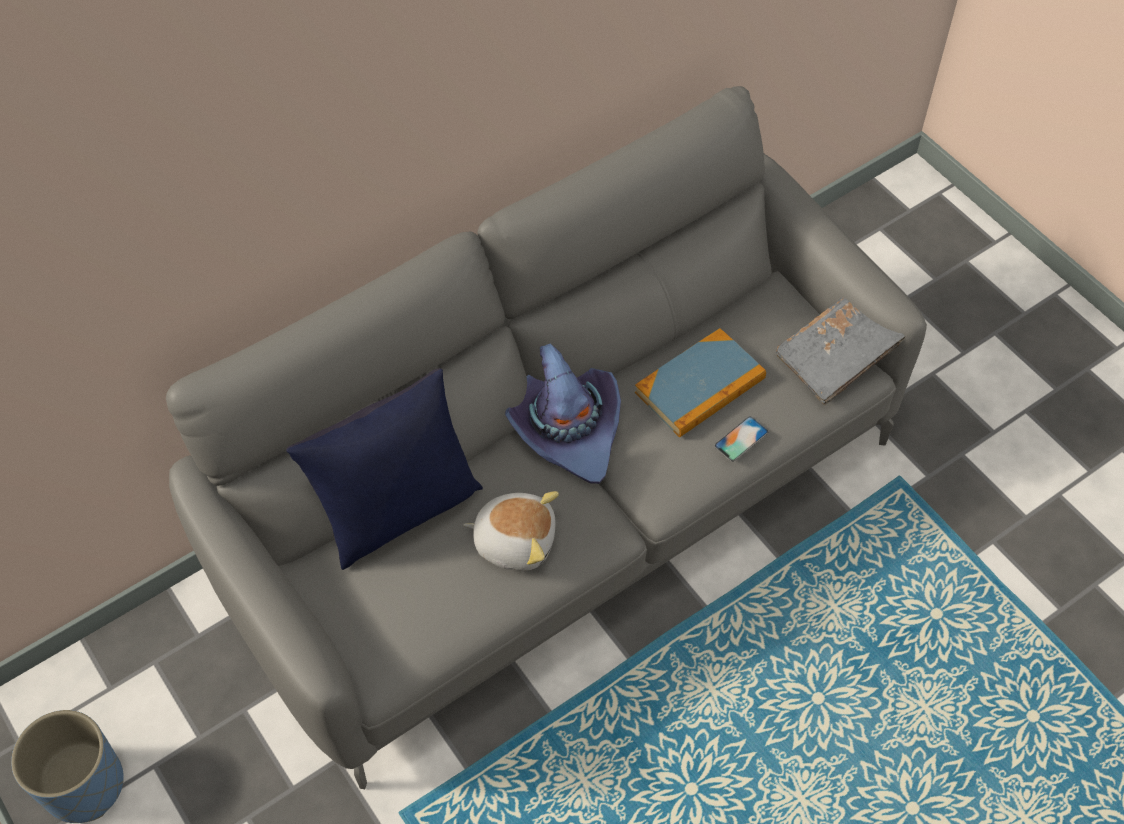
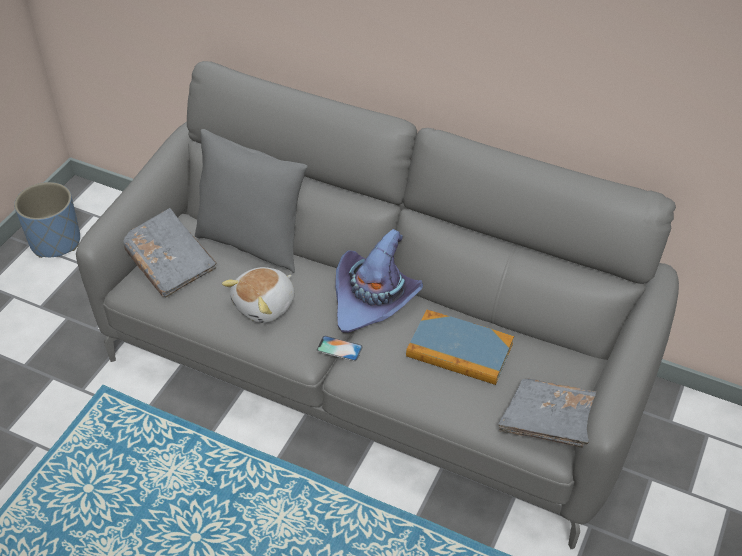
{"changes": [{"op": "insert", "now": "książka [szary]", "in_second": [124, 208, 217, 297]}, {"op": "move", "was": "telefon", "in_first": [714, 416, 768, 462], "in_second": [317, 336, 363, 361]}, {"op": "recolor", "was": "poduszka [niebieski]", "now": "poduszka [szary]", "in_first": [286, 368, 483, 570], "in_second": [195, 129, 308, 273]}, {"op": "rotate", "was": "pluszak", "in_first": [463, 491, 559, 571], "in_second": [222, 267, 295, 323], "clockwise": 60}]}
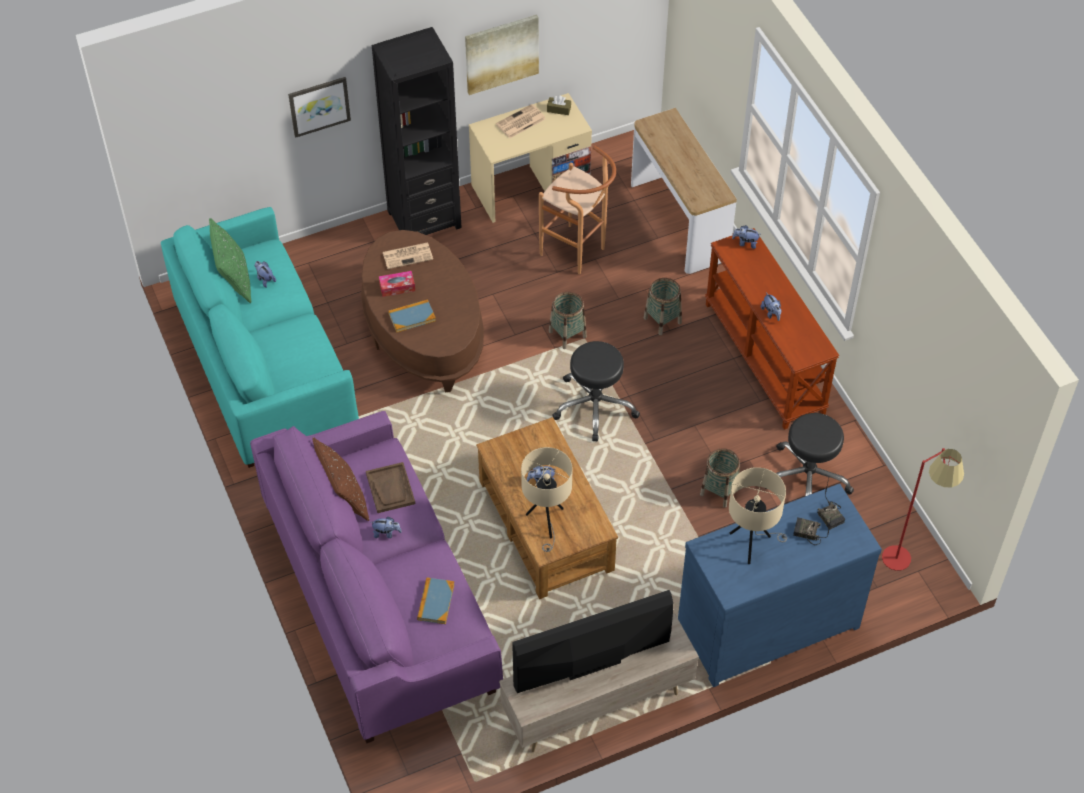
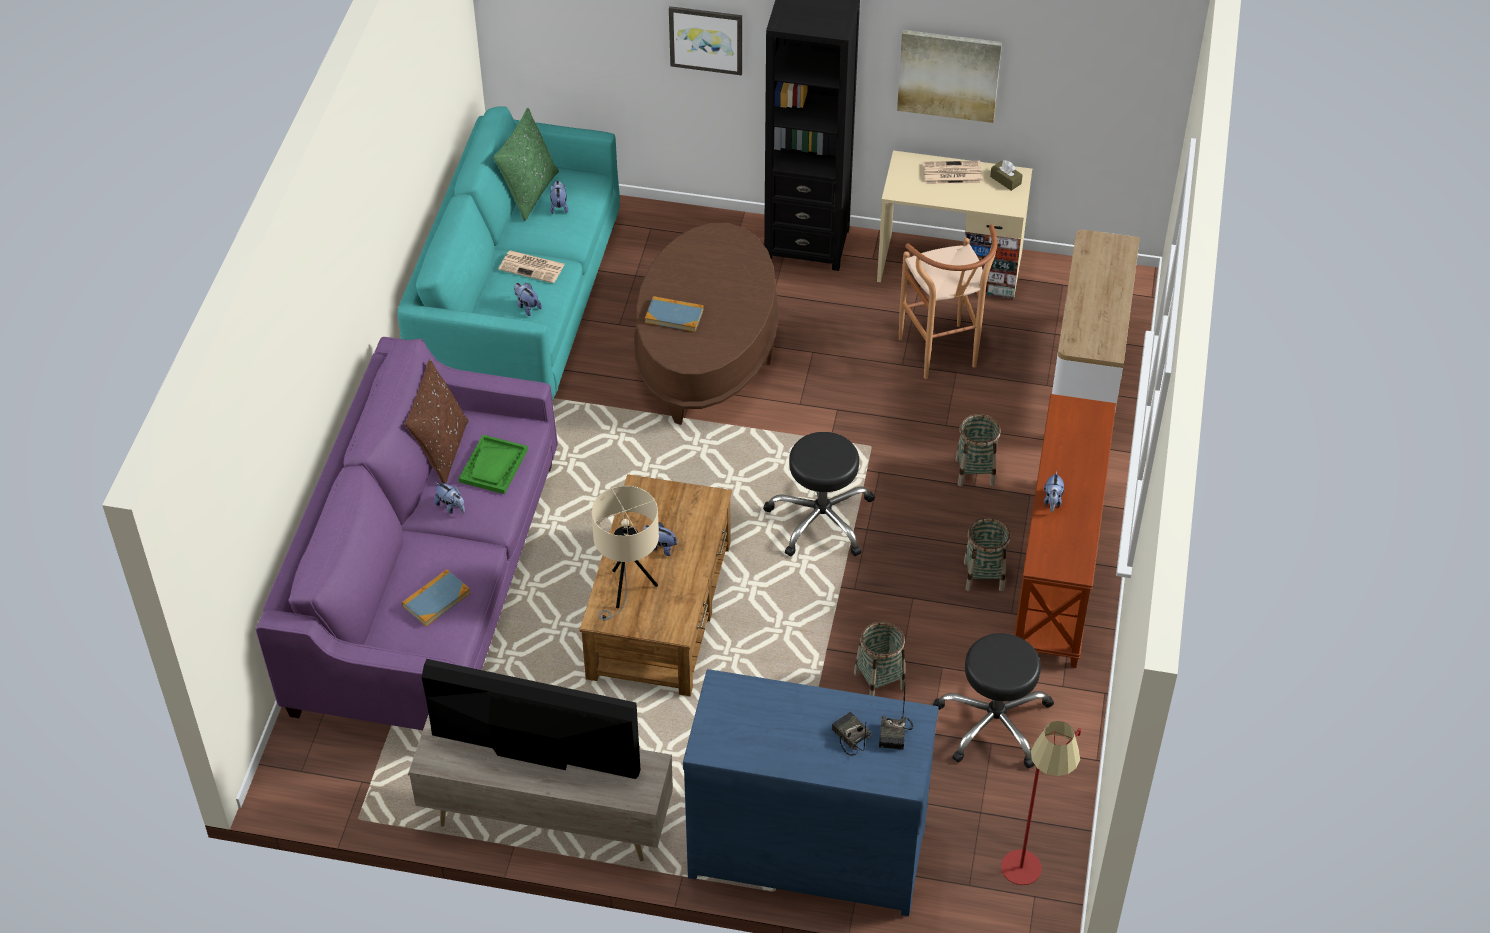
{"changes": [{"op": "delete", "was": "pudełko chusteczek", "in_first": [379, 271, 415, 297]}, {"op": "delete", "was": "lampa stołowa [beżowy]", "in_first": [729, 467, 787, 564]}, {"op": "move", "was": "gazeta", "in_first": [383, 242, 433, 269], "in_second": [498, 250, 565, 283]}, {"op": "move", "was": "koszyk", "in_first": [549, 292, 587, 349], "in_second": [964, 517, 1011, 592]}, {"op": "move", "was": "pluszak", "in_first": [732, 225, 760, 249], "in_second": [514, 283, 542, 316]}, {"op": "recolor", "was": "taca [brązowy]", "now": "taca [zielony]", "in_first": [366, 462, 415, 513], "in_second": [459, 435, 528, 494]}]}
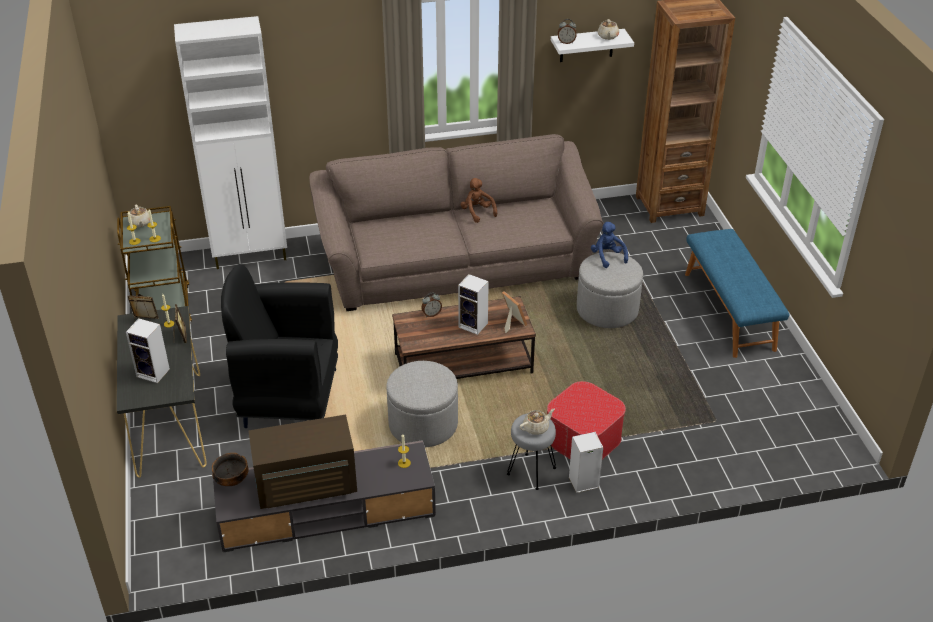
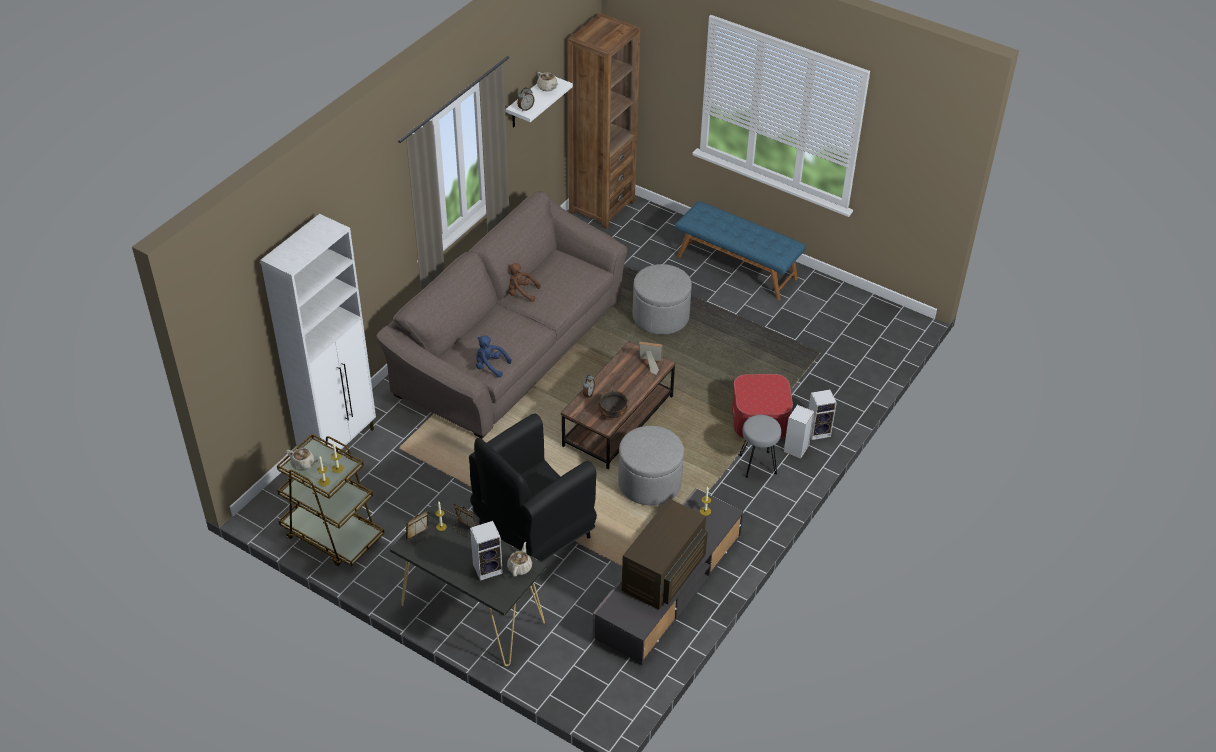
{"changes": [{"op": "move", "was": "miska", "in_first": [212, 453, 248, 486], "in_second": [599, 390, 628, 418]}, {"op": "move", "was": "głośnik", "in_first": [458, 274, 489, 335], "in_second": [808, 390, 837, 440]}, {"op": "move", "was": "imbryk [beżowy]", "in_first": [519, 408, 555, 435], "in_second": [507, 542, 532, 577]}, {"op": "move", "was": "pluszak [niebieski]", "in_first": [591, 222, 628, 268], "in_second": [476, 336, 512, 378]}]}
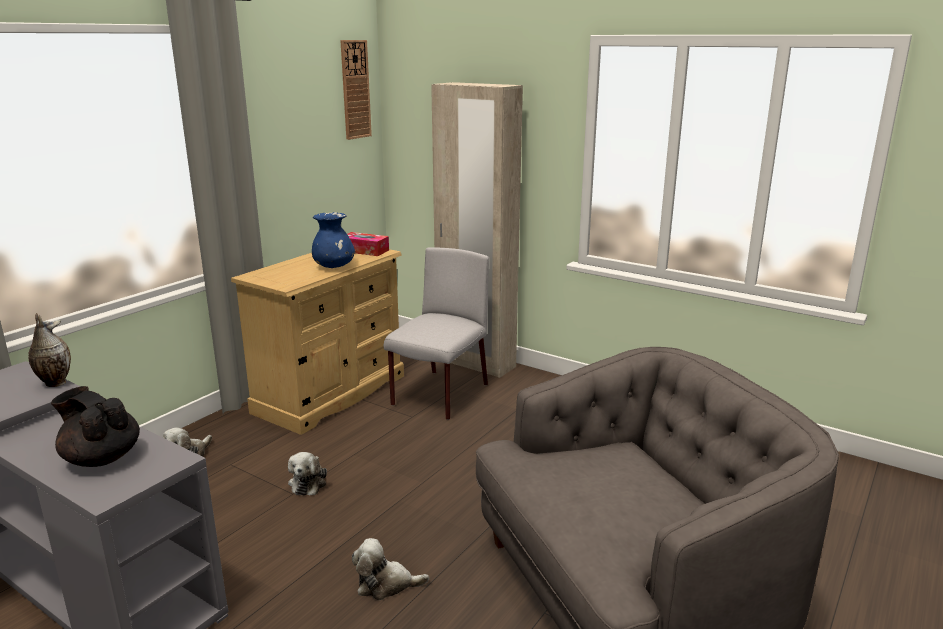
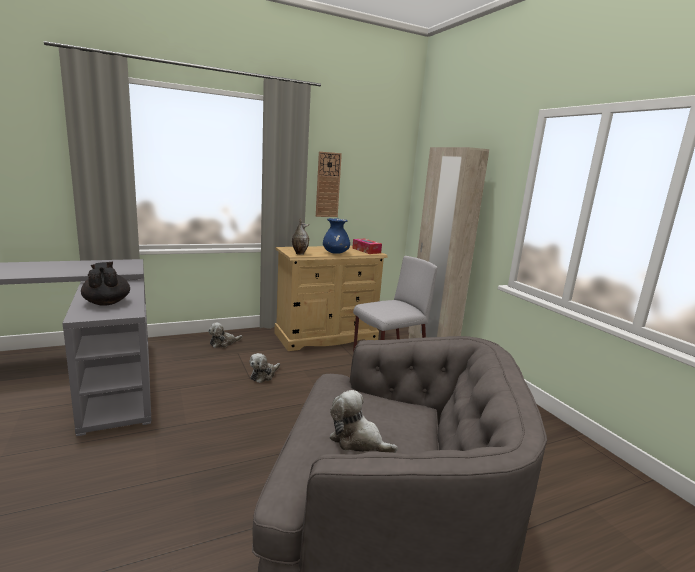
{"changes": [{"op": "move", "was": "wazon", "in_first": [28, 313, 71, 387], "in_second": [292, 219, 309, 255]}, {"op": "move", "was": "zegar ścienny", "in_first": [340, 40, 372, 140], "in_second": [316, 151, 342, 217]}, {"op": "move", "was": "pluszak", "in_first": [352, 538, 429, 600], "in_second": [330, 390, 398, 453]}]}
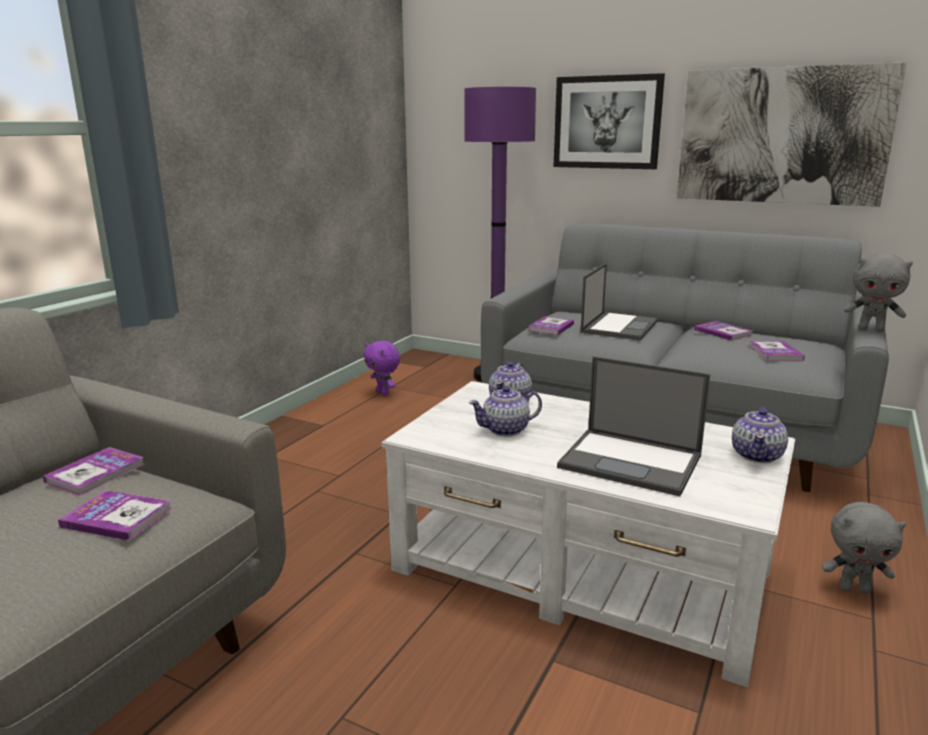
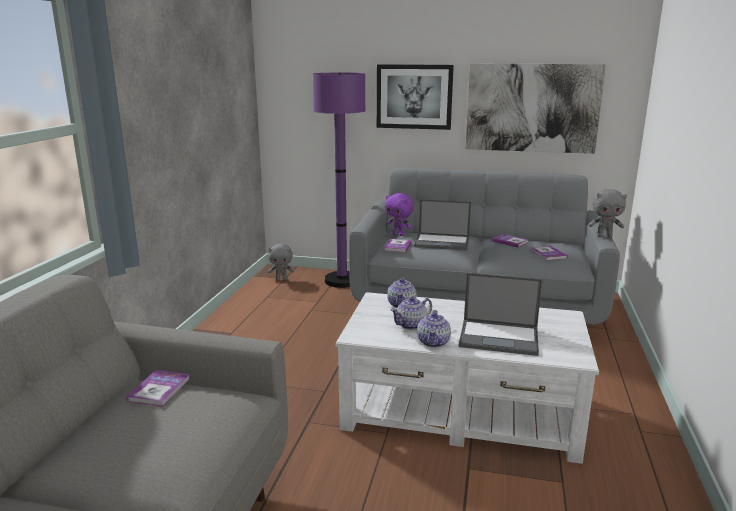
{"changes": [{"op": "delete", "was": "książka", "in_first": [58, 490, 172, 541]}, {"op": "move", "was": "pluszak [fioletowy]", "in_first": [364, 341, 400, 395], "in_second": [385, 193, 414, 236]}, {"op": "move", "was": "imbryk", "in_first": [732, 407, 788, 463], "in_second": [417, 310, 451, 348]}, {"op": "move", "was": "pluszak [szary]", "in_first": [822, 502, 906, 594], "in_second": [268, 243, 294, 280]}, {"op": "rotate", "was": "laptop", "in_first": [581, 263, 658, 340], "in_second": [414, 199, 471, 250], "clockwise": 90}]}
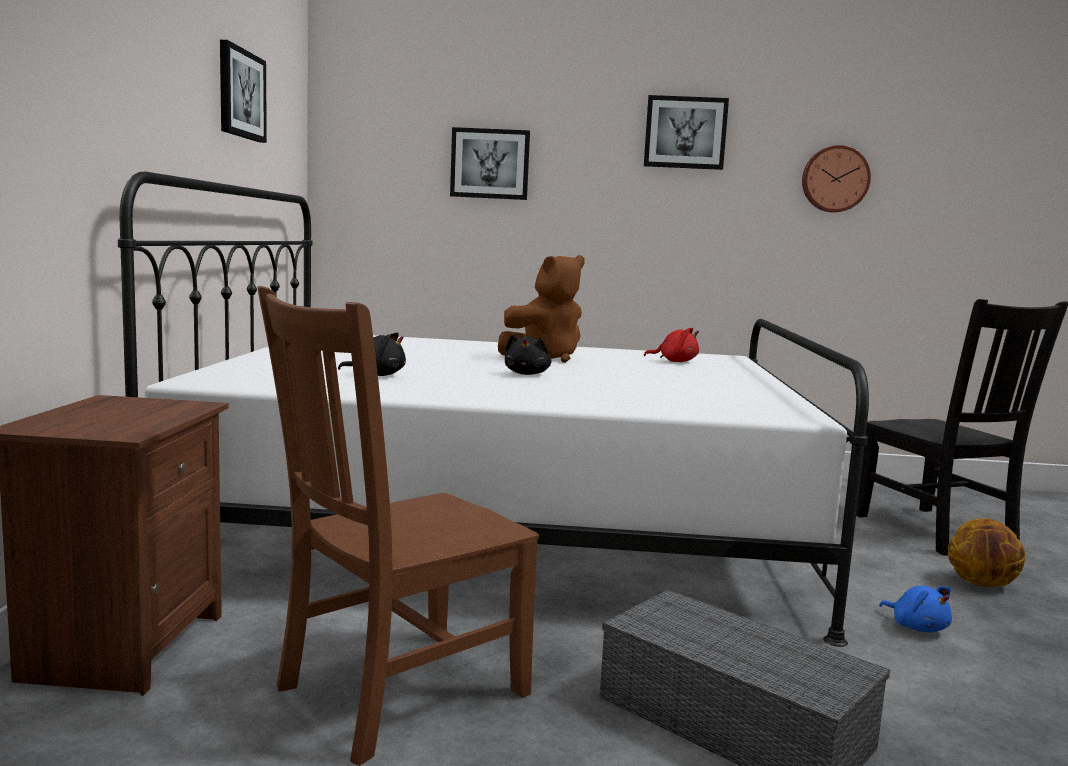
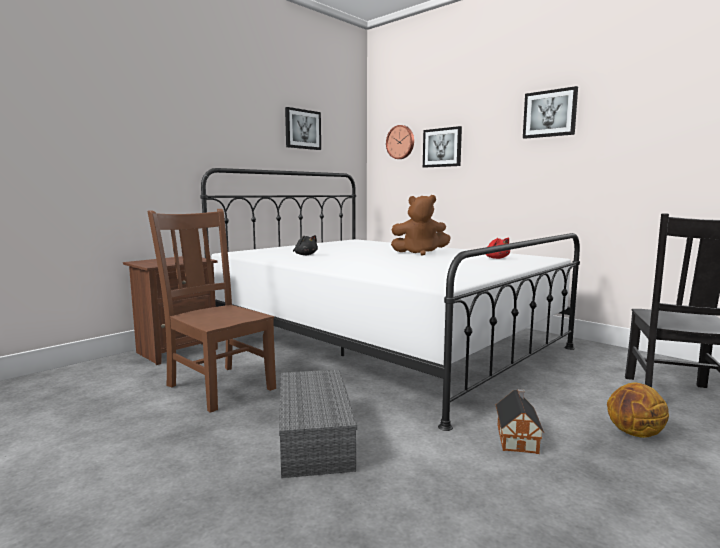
{"changes": [{"op": "delete", "was": "pluszak [czarny]", "in_first": [505, 334, 552, 375]}, {"op": "move", "was": "zegar ścienny", "in_first": [802, 145, 871, 212], "in_second": [386, 125, 414, 159]}, {"op": "replace", "was": "pluszak [niebieski]", "now": "domek", "in_first": [879, 586, 952, 633], "in_second": [496, 389, 544, 454]}, {"op": "rotate", "was": "krzesło [brązowy]", "in_first": [257, 286, 539, 766], "in_second": [148, 209, 276, 413], "clockwise": 45}]}
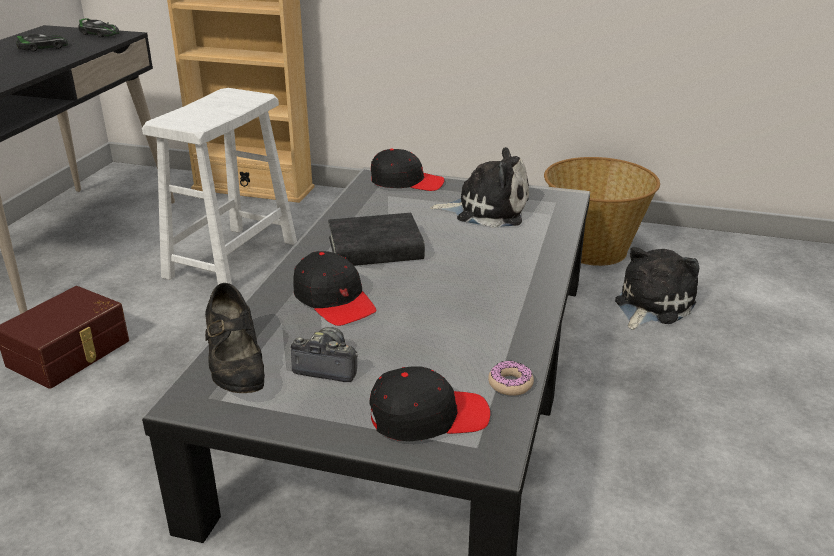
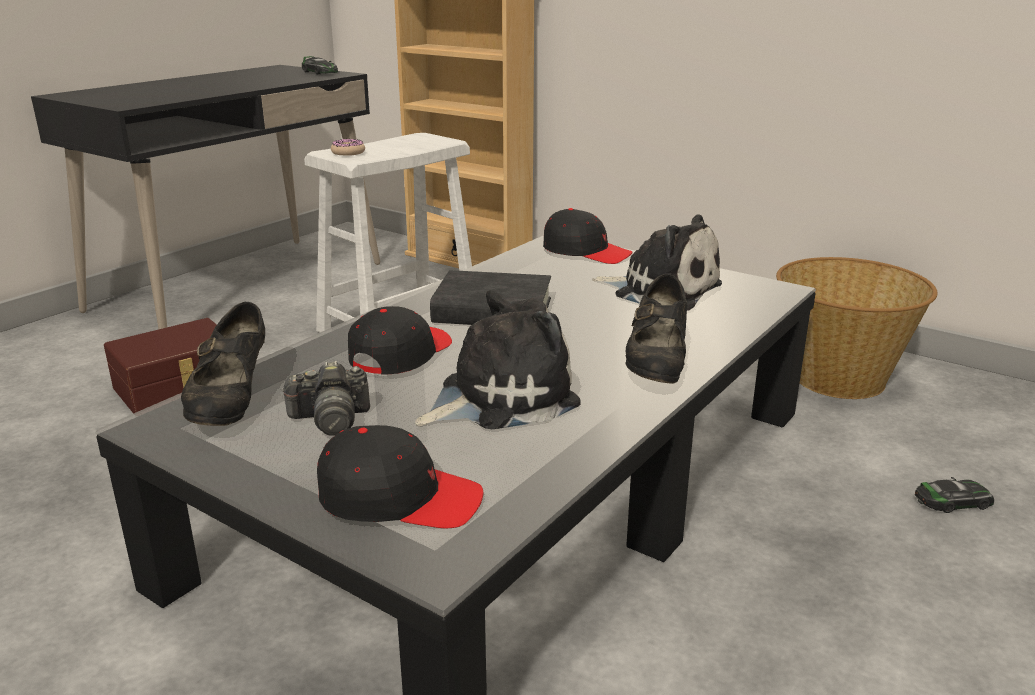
{"changes": [{"op": "insert", "now": "but [czarny]", "in_second": [626, 274, 687, 384]}, {"op": "move", "was": "samochodzik", "in_first": [16, 34, 68, 52], "in_second": [915, 477, 994, 513]}, {"op": "move", "was": "donut", "in_first": [488, 361, 534, 396], "in_second": [331, 139, 365, 156]}, {"op": "move", "was": "pluszak", "in_first": [615, 247, 699, 330], "in_second": [415, 290, 580, 429]}, {"op": "rotate", "was": "aparat fotograficzny", "in_first": [291, 327, 358, 382], "in_second": [280, 361, 370, 436], "clockwise": 135}, {"op": "rotate", "was": "czapka z daszkiem [czarny]", "in_first": [293, 251, 376, 326], "in_second": [348, 306, 452, 375], "clockwise": -135}]}
